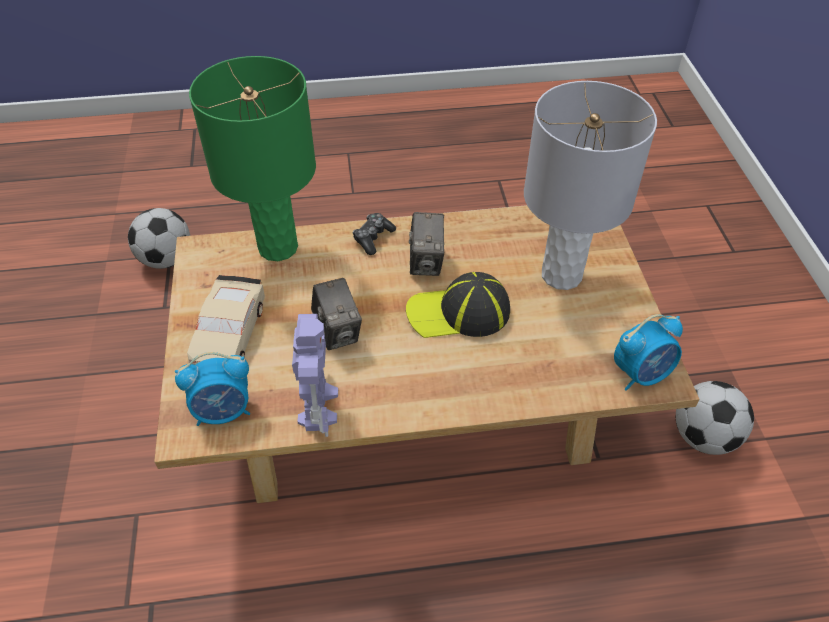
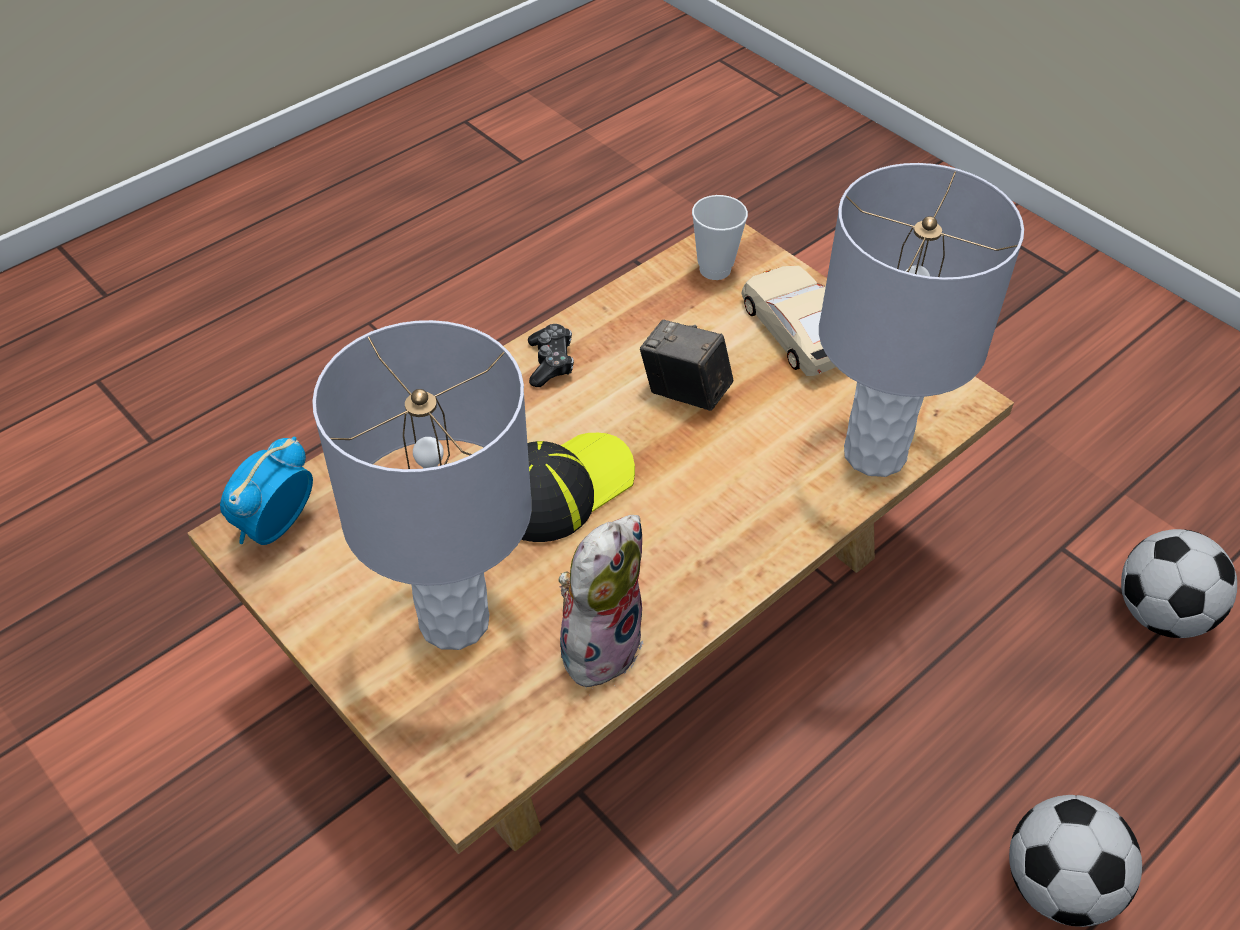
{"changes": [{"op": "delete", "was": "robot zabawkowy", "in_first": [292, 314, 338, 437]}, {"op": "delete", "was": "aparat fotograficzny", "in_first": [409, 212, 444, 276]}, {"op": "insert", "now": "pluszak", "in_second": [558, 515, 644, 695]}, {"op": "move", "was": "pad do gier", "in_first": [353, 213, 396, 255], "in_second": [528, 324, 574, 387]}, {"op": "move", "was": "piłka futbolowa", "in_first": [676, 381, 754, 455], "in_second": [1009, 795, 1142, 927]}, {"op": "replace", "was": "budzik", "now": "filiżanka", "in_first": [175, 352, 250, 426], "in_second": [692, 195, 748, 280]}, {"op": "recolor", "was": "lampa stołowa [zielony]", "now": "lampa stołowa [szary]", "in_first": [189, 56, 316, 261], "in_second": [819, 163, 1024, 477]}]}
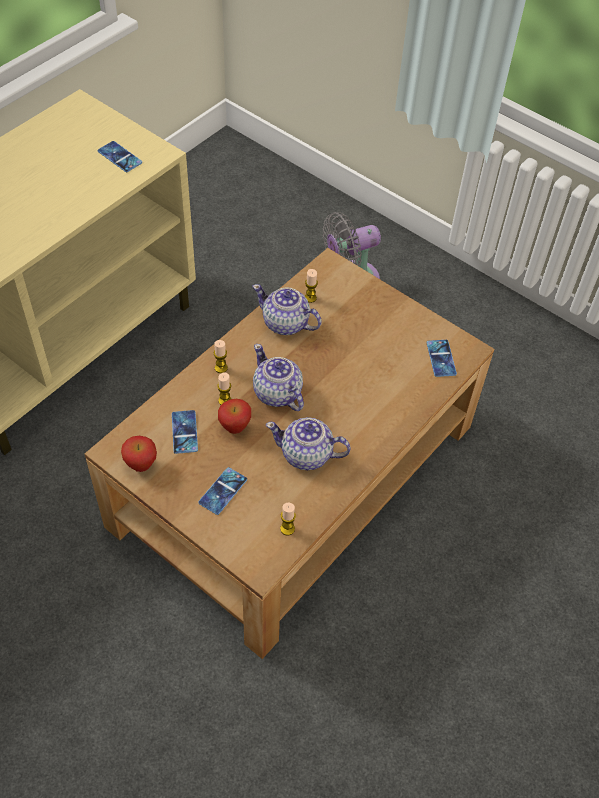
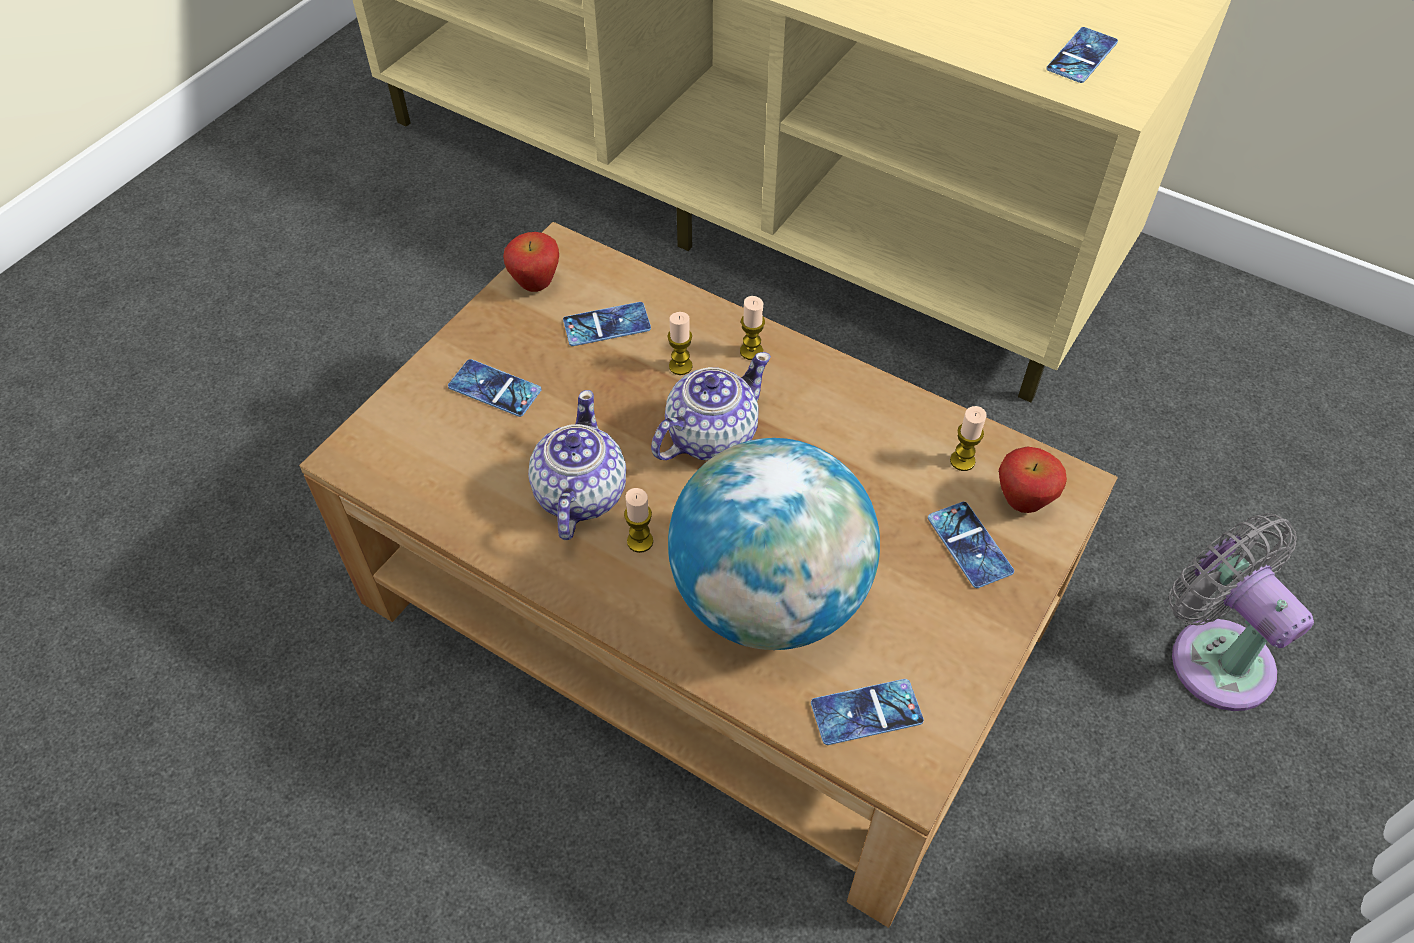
{"changes": [{"op": "delete", "was": "imbryk", "in_first": [252, 284, 322, 335]}, {"op": "insert", "now": "globus", "in_second": [668, 438, 880, 650]}, {"op": "insert", "now": "telefon", "in_second": [928, 502, 1014, 588]}, {"op": "move", "was": "jabłko", "in_first": [218, 399, 251, 434], "in_second": [999, 447, 1067, 513]}, {"op": "move", "was": "świeca", "in_first": [280, 503, 296, 535], "in_second": [624, 488, 653, 553]}]}
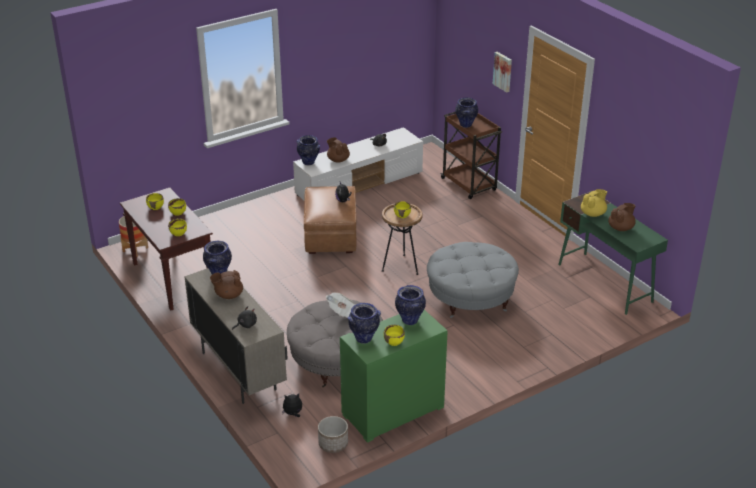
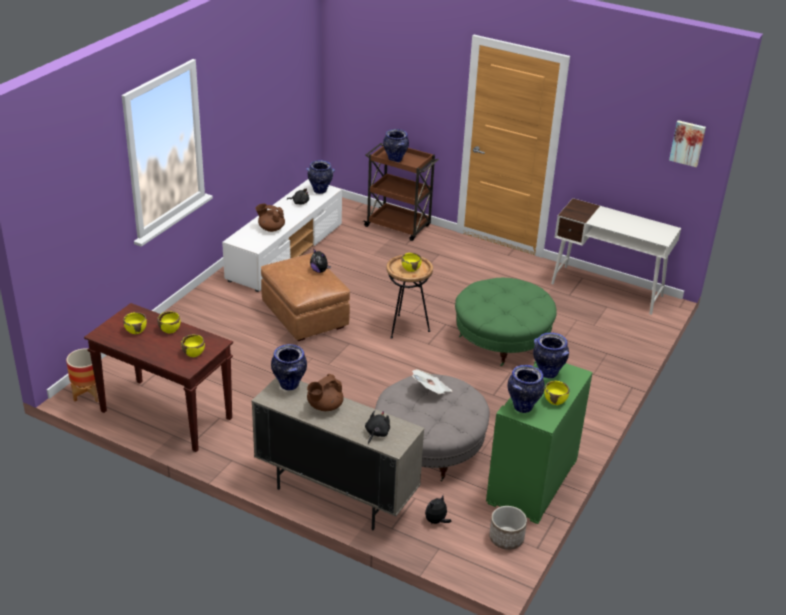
{"changes": [{"op": "delete", "was": "imbryk [żółty]", "in_first": [581, 189, 607, 217]}, {"op": "delete", "was": "imbryk [brązowy]", "in_first": [608, 203, 636, 231]}, {"op": "move", "was": "wazon", "in_first": [297, 135, 320, 165], "in_second": [306, 160, 335, 194]}, {"op": "move", "was": "obraz", "in_first": [493, 52, 512, 93], "in_second": [669, 120, 706, 167]}, {"op": "recolor", "was": "pufa [szary]", "now": "pufa [zielony]", "in_first": [427, 242, 519, 318], "in_second": [455, 278, 557, 366]}, {"op": "recolor", "was": "biurko [zielony]", "now": "biurko [biały]", "in_first": [558, 191, 668, 315], "in_second": [551, 198, 681, 315]}]}
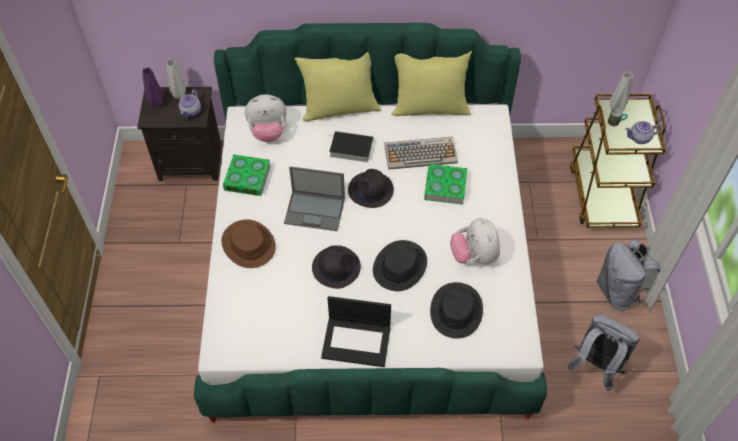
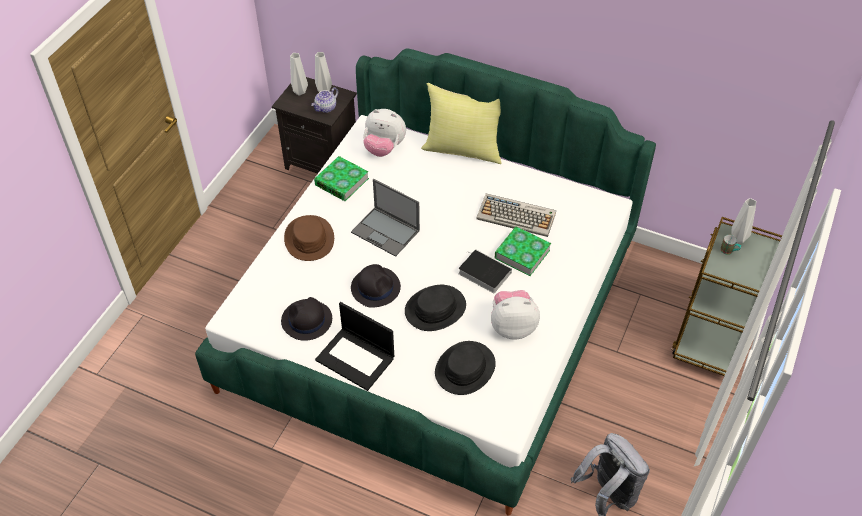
{"changes": [{"op": "delete", "was": "poduszka [żółty]", "in_first": [391, 51, 472, 116]}, {"op": "delete", "was": "plecak [szary]", "in_first": [597, 239, 661, 311]}, {"op": "delete", "was": "imbryk", "in_first": [625, 121, 662, 144]}, {"op": "move", "was": "książka", "in_first": [327, 131, 373, 162], "in_second": [458, 249, 512, 293]}, {"op": "move", "was": "kapelusz [czarny]", "in_first": [348, 169, 394, 208], "in_second": [281, 297, 332, 341]}, {"op": "recolor", "was": "wazon [fioletowy]", "now": "wazon [szary]", "in_first": [142, 67, 163, 108], "in_second": [290, 53, 308, 96]}, {"op": "rotate", "was": "pluszak", "in_first": [450, 218, 500, 264], "in_second": [491, 290, 540, 340], "clockwise": 75}]}
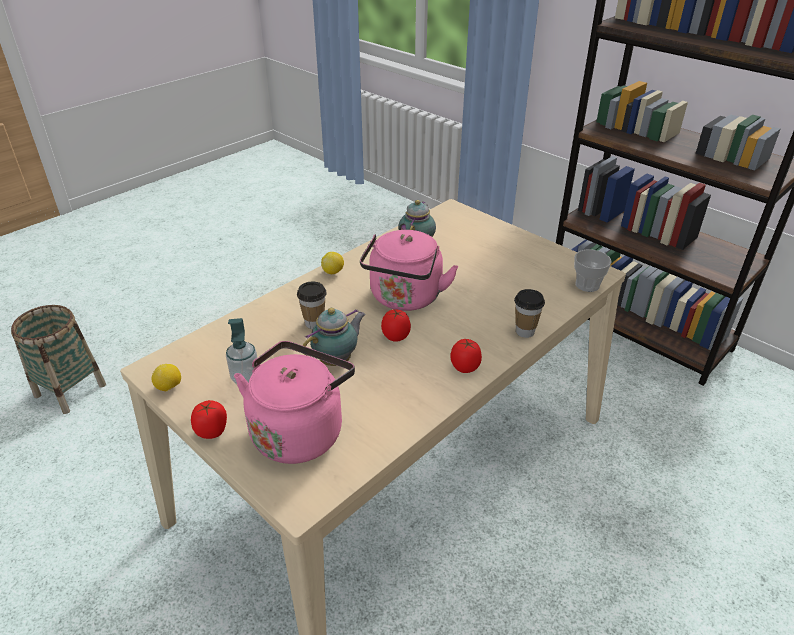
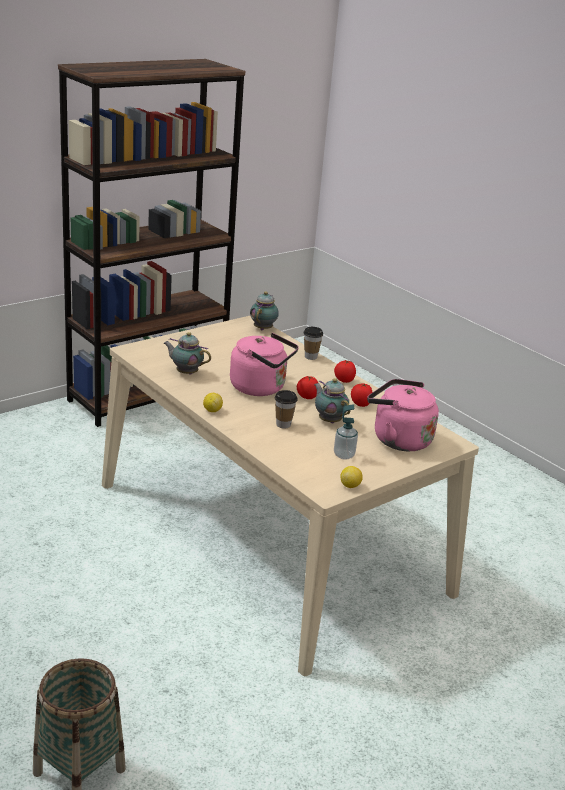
{"changes": [{"op": "move", "was": "pomidor", "in_first": [191, 400, 227, 439], "in_second": [351, 383, 372, 407]}, {"op": "replace", "was": "filiżanka", "now": "imbryk", "in_first": [574, 250, 612, 292], "in_second": [250, 291, 279, 330]}]}
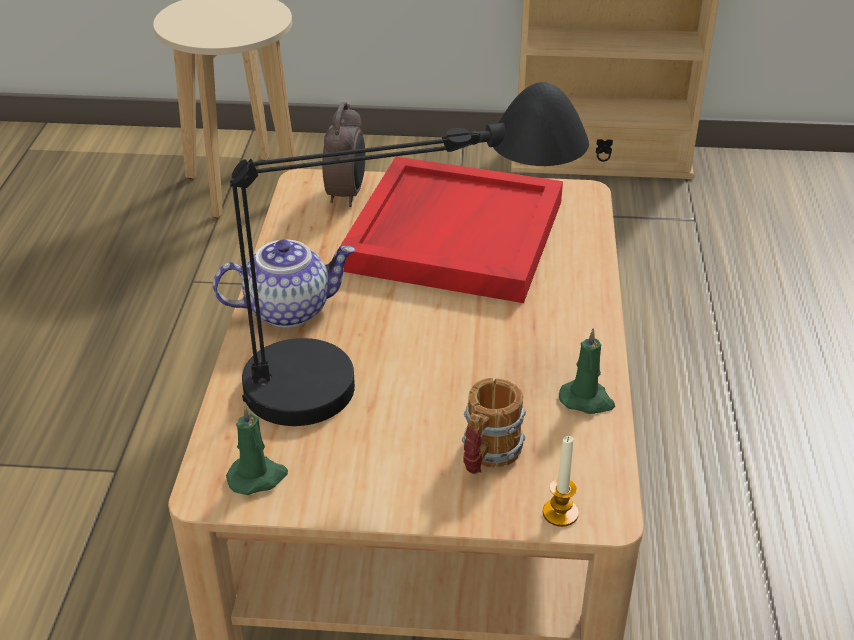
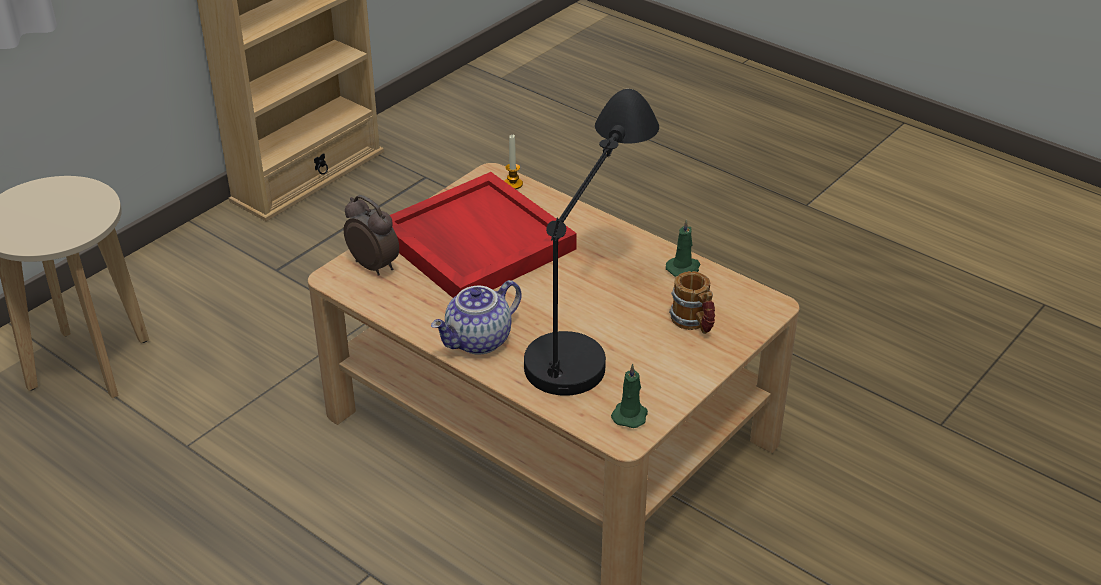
{"changes": [{"op": "move", "was": "świeca", "in_first": [543, 436, 579, 527], "in_second": [504, 134, 523, 189]}, {"op": "rotate", "was": "imbryk", "in_first": [213, 239, 356, 328], "in_second": [431, 280, 522, 355], "clockwise": -150}]}
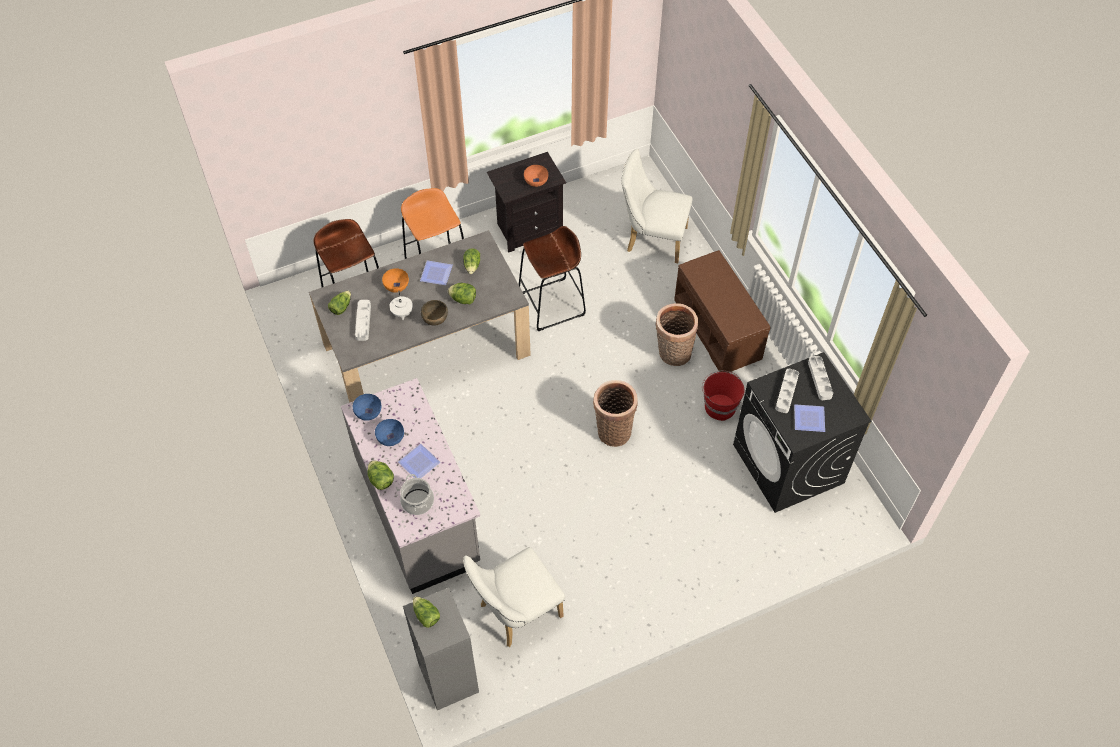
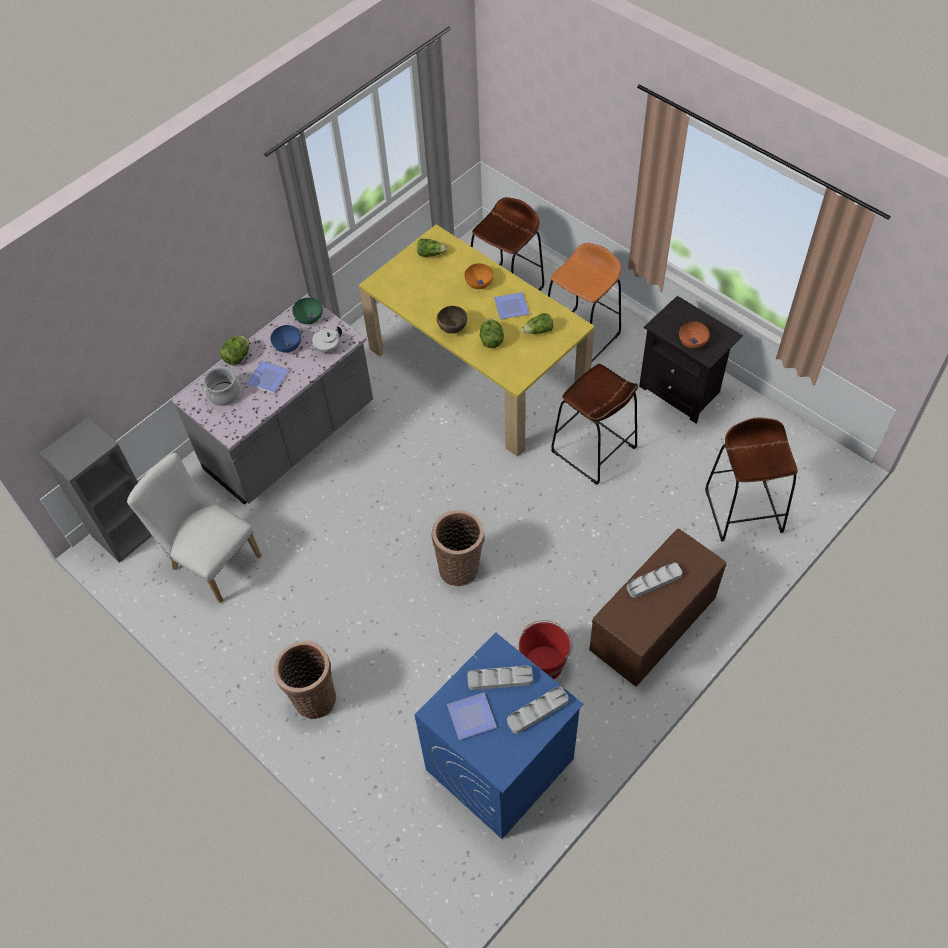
{"changes": [{"op": "delete", "was": "sałata", "in_first": [413, 596, 440, 628]}, {"op": "move", "was": "taca [szary]", "in_first": [355, 300, 371, 341], "in_second": [627, 562, 682, 598]}, {"op": "move", "was": "imbryk [biały]", "in_first": [389, 291, 413, 320], "in_second": [307, 326, 342, 353]}, {"op": "move", "was": "koszyk", "in_first": [655, 303, 698, 366], "in_second": [274, 640, 336, 719]}, {"op": "replace", "was": "krzesło [biały]", "now": "stołek [brązowy]", "in_first": [622, 149, 692, 263], "in_second": [705, 418, 798, 542]}, {"op": "recolor", "was": "stół jadalny [szary]", "now": "stół jadalny [żółty]", "in_first": [309, 230, 531, 403], "in_second": [359, 224, 595, 457]}, {"op": "recolor", "was": "miska [niebieski]", "now": "miska [zielony]", "in_first": [353, 394, 381, 421], "in_second": [292, 297, 323, 324]}, {"op": "recolor", "was": "pralka [czarny]", "now": "pralka [niebieski]", "in_first": [733, 352, 872, 513], "in_second": [415, 633, 583, 839]}]}
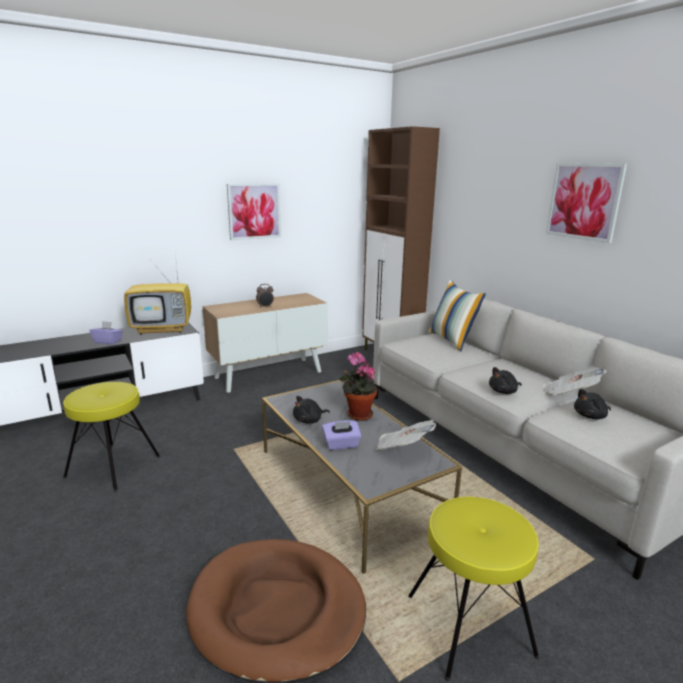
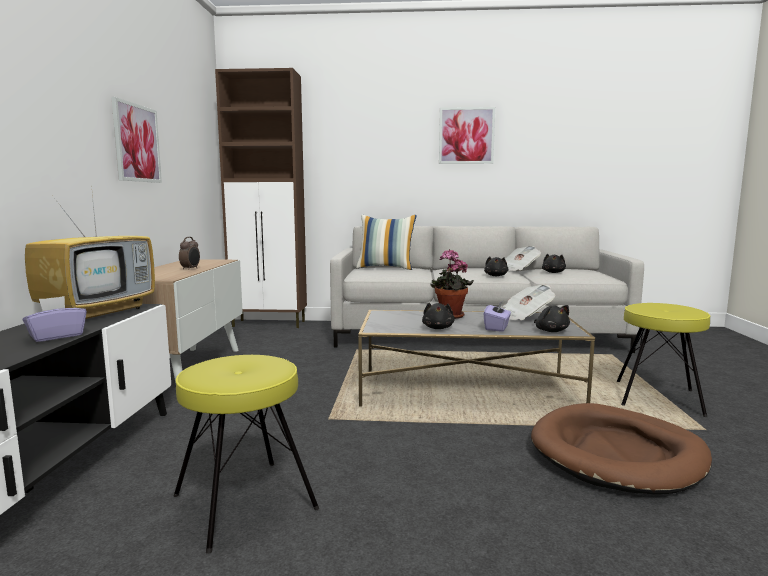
{"changes": [{"op": "insert", "now": "pluszak [czarny]", "in_second": [534, 305, 570, 332]}]}
